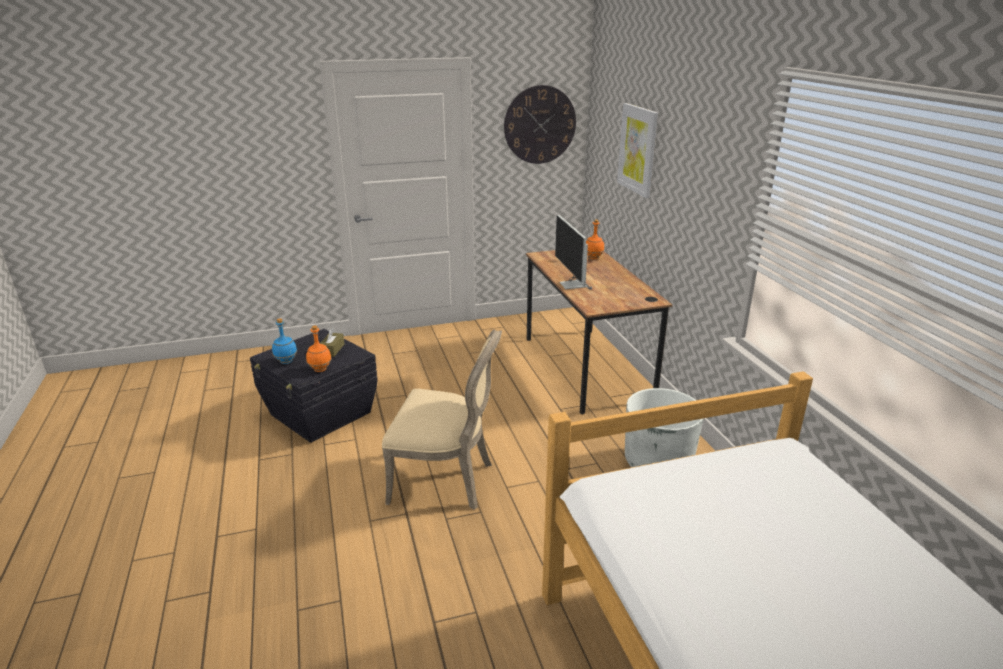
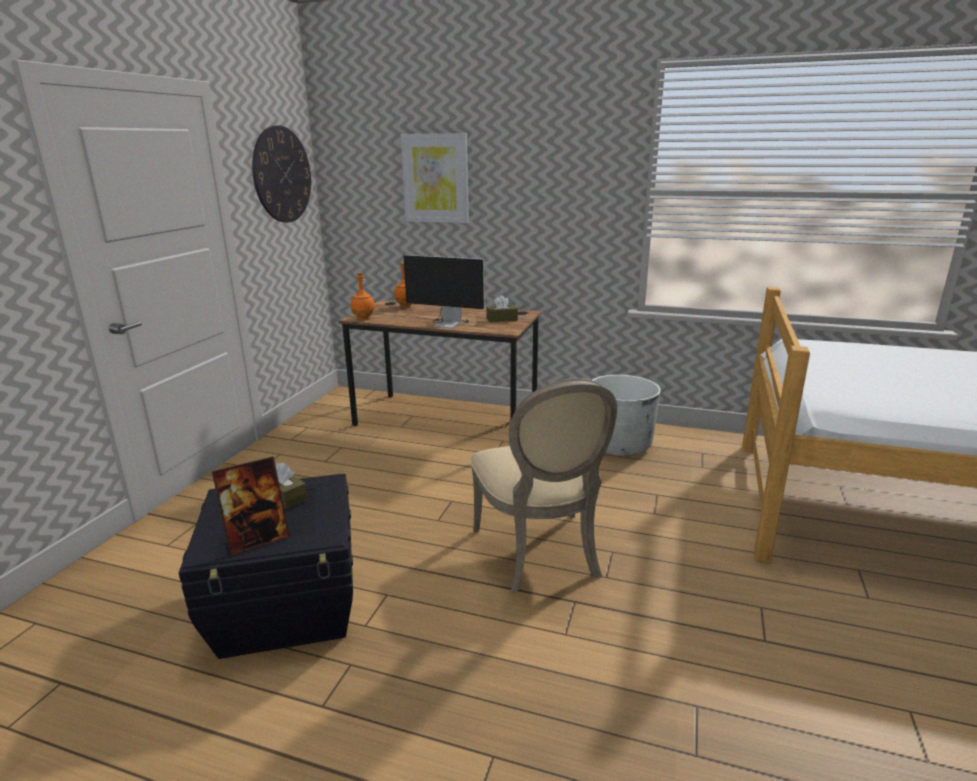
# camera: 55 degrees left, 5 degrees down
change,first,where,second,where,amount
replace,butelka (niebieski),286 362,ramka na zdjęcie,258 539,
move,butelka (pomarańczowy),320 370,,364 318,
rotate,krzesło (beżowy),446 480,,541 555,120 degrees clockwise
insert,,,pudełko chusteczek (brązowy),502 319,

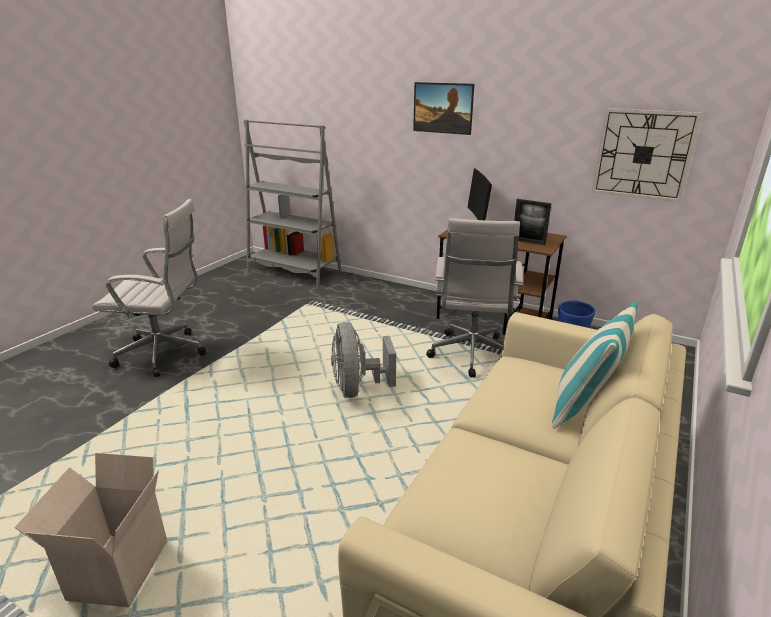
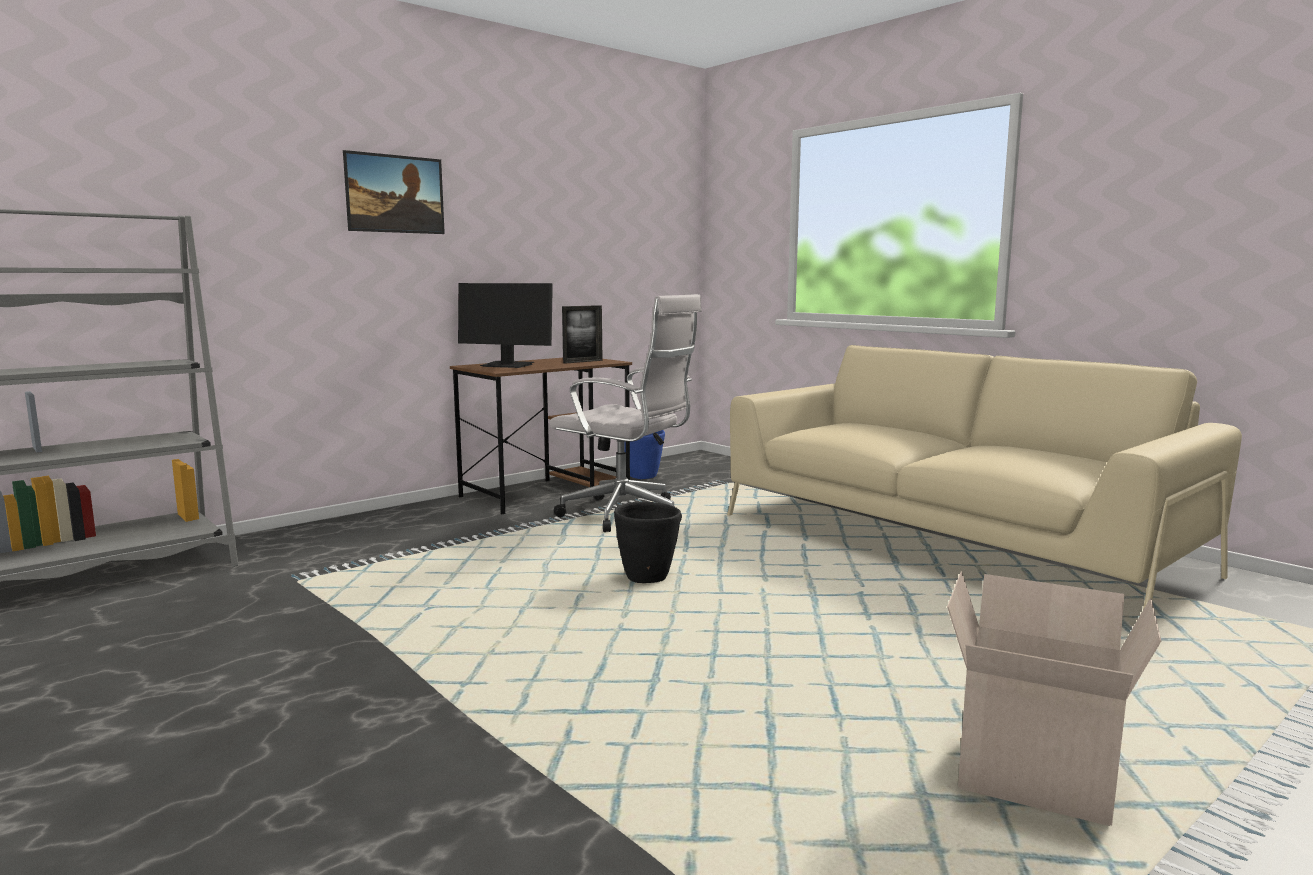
# camera: 70 degrees left, 15 degrees down
change,first,where,second,where,amount
delete,krzesło biurowe (biały),165 354,,,
replace,wentylator (szary),357 388,donica (czarny),647 578,
delete,poduszka,585 405,,,
delete,zegar ścienny,643 154,,,

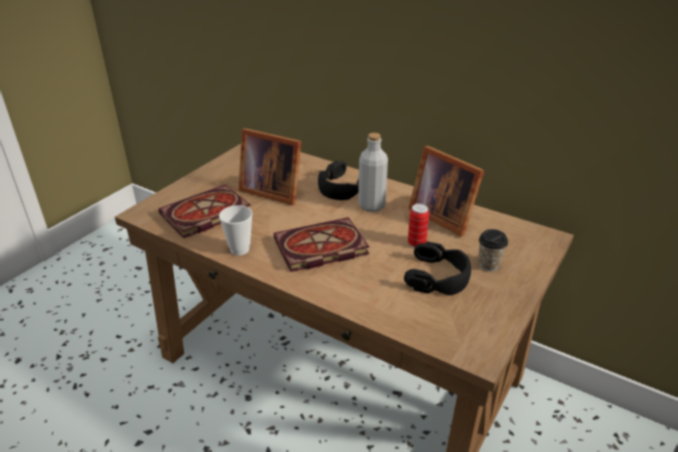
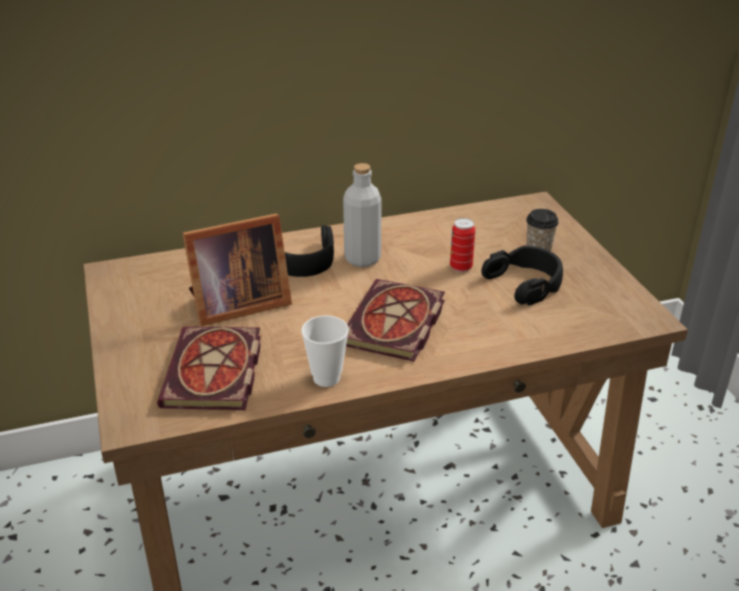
# camera: 50 degrees left, 0 degrees up
change,first,where,second,where,amount
delete,ramka na zdjęcie,442 215,,,

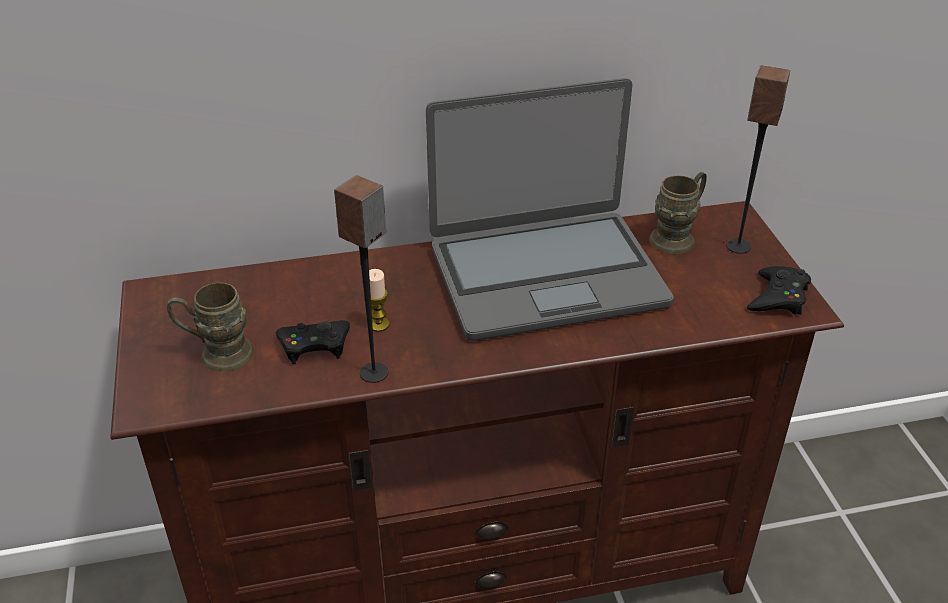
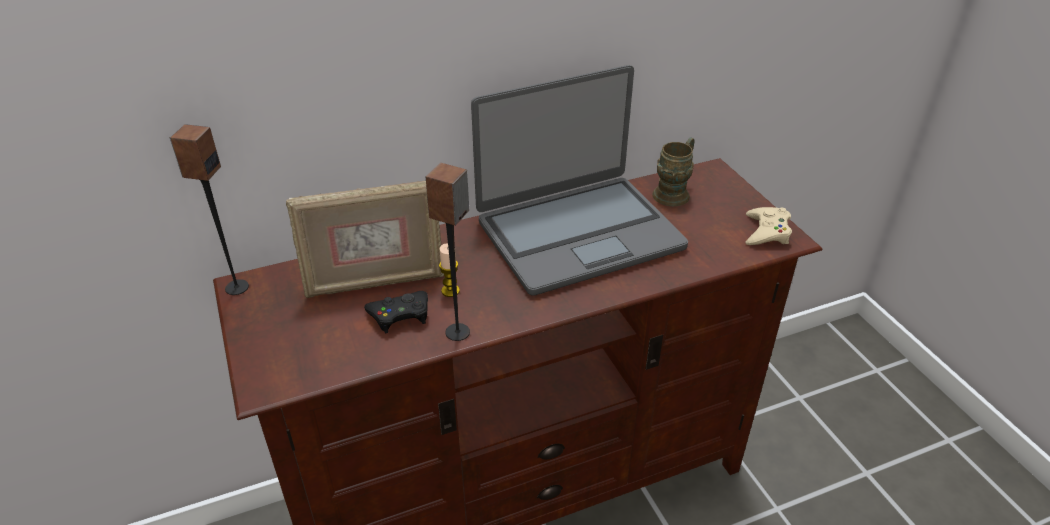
# camera: 10 degrees left, 0 degrees up
change,first,where,second,where,amount
delete,kubek (brązowy),216 354,,,
move,głośnik,737 246,,236 287,
recolor,pad do gier (czarny),778 297,pad do gier (beżowy),766 232,
insert,,,ramka na zdjęcie,375 282,

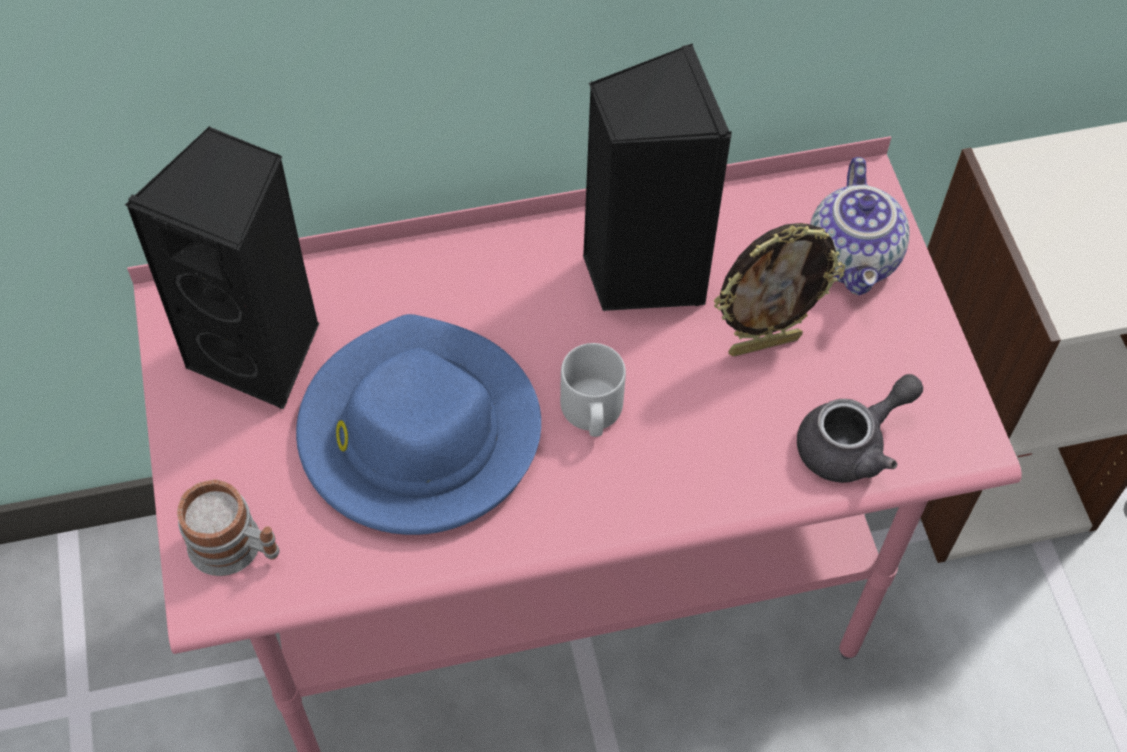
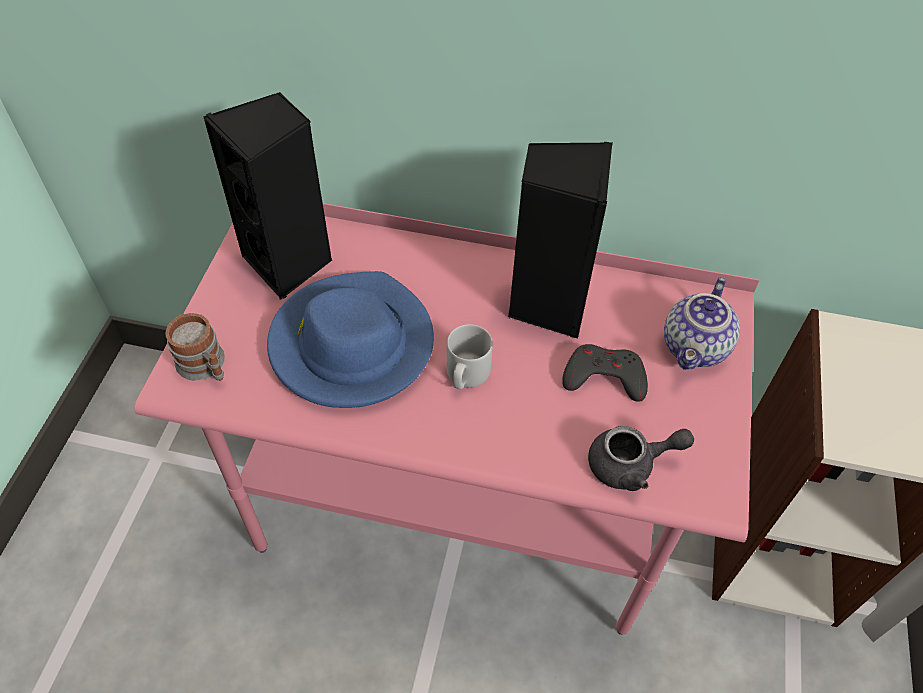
# camera: 25 degrees right, 5 degrees down
change,first,where,second,where,amount
replace,ramka na zdjęcie,764 343,pad do gier (szary),604 377,

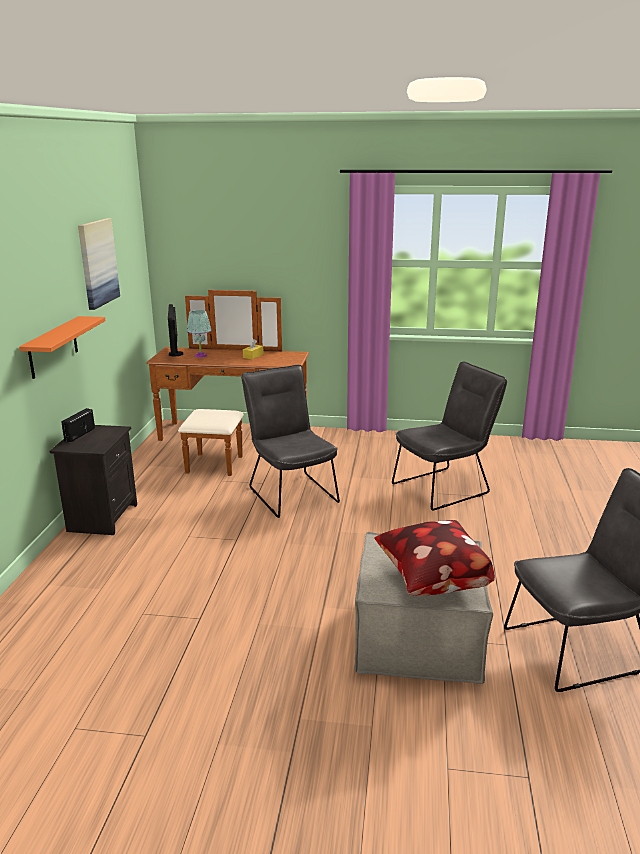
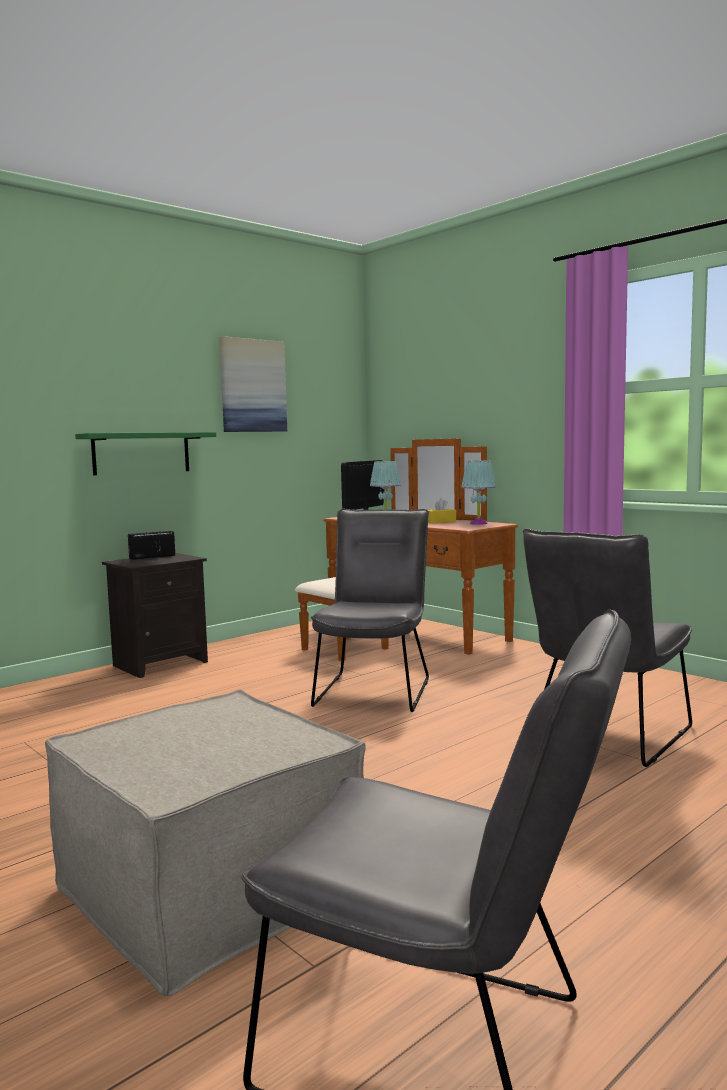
# camera: 40 degrees right, 15 degrees down
change,first,where,second,where,amount
recolor,półka (pomarańczowy),53 347,półka (zielony),141 453,
delete,poduszka,431 583,,,
rotate,krzesło (szary),445 487,,606 737,120 degrees clockwise
insert,,,lampa stołowa (turkusowy),478 523,

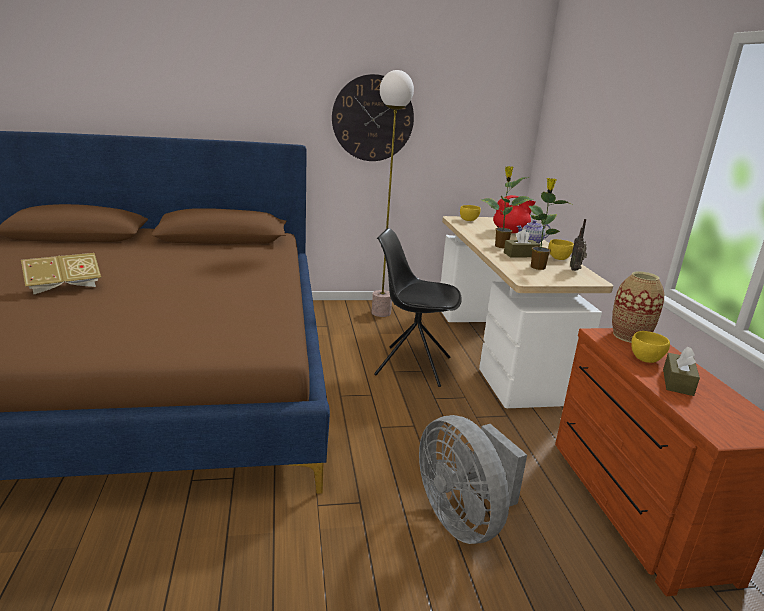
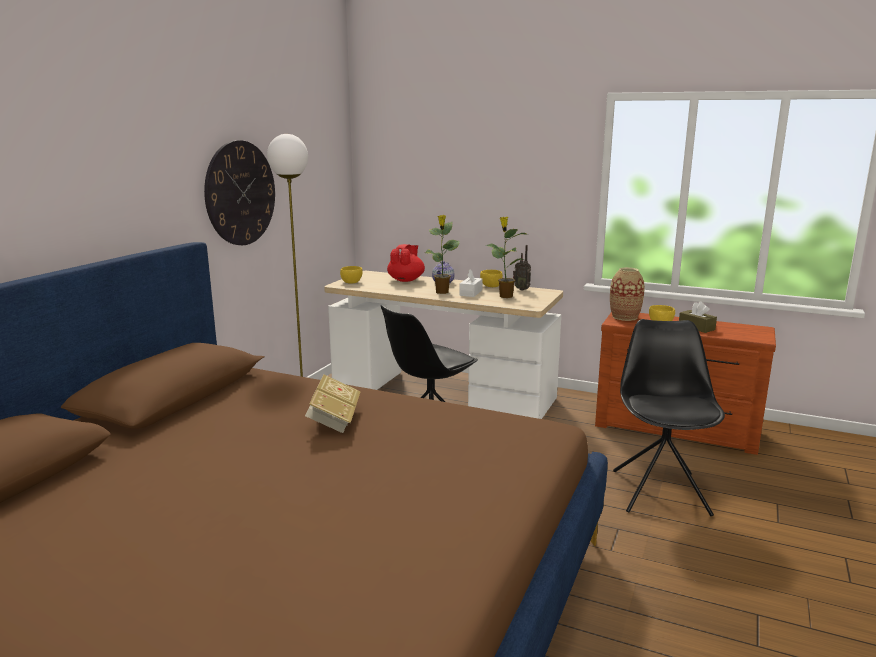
# camera: 55 degrees left, 5 degrees down
change,first,where,second,where,amount
move,książka,64 287,,334 419,
replace,wentylator (szary),463 518,krzesło (czarny),660 491,
recolor,pudełko chusteczek (brązowy),520 255,pudełko chusteczek (biały),471 293,

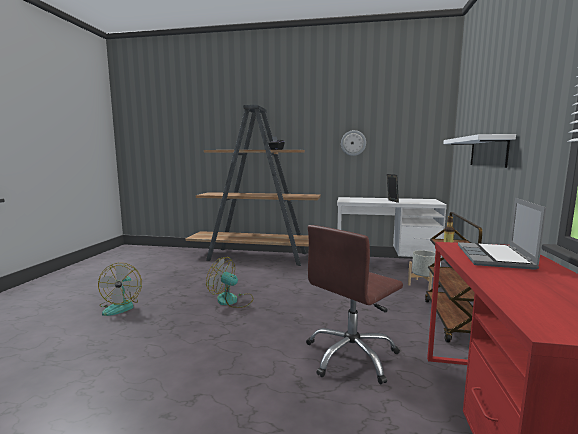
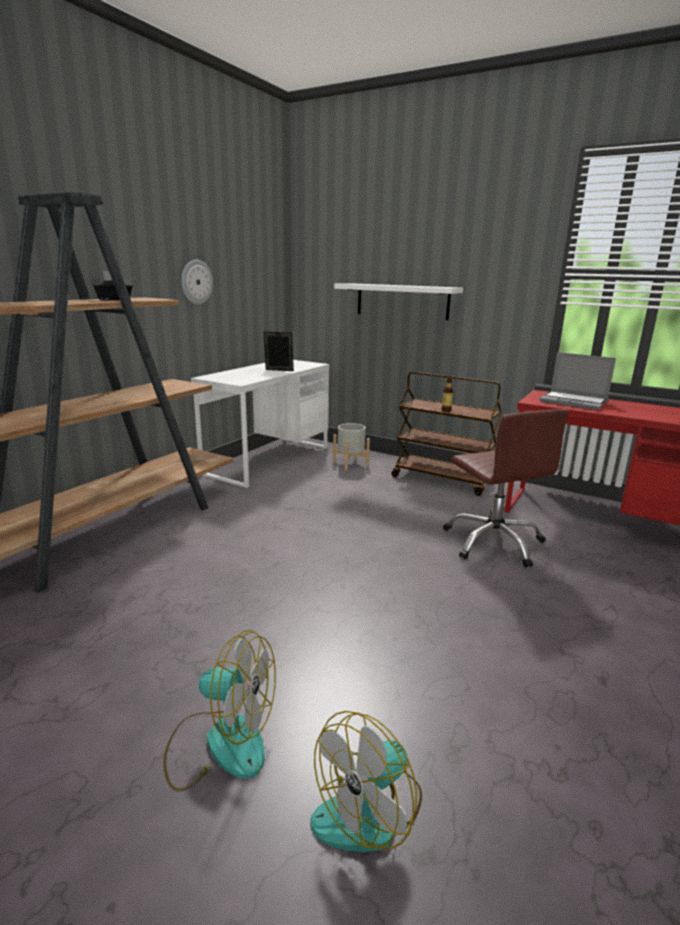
# camera: 70 degrees left, 10 degrees up
change,first,where,second,where,amount
move,wentylator,232 301,,369 810,

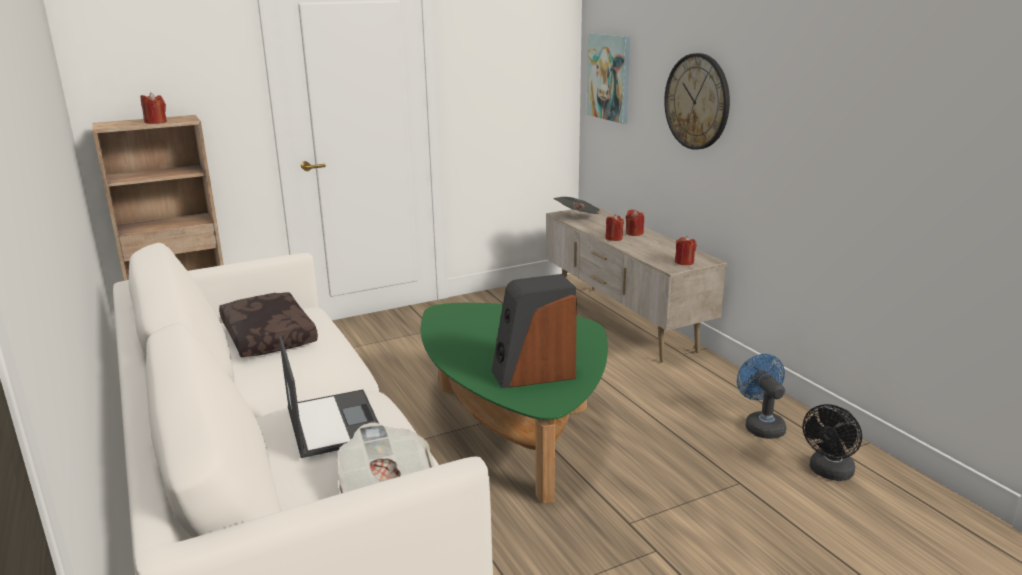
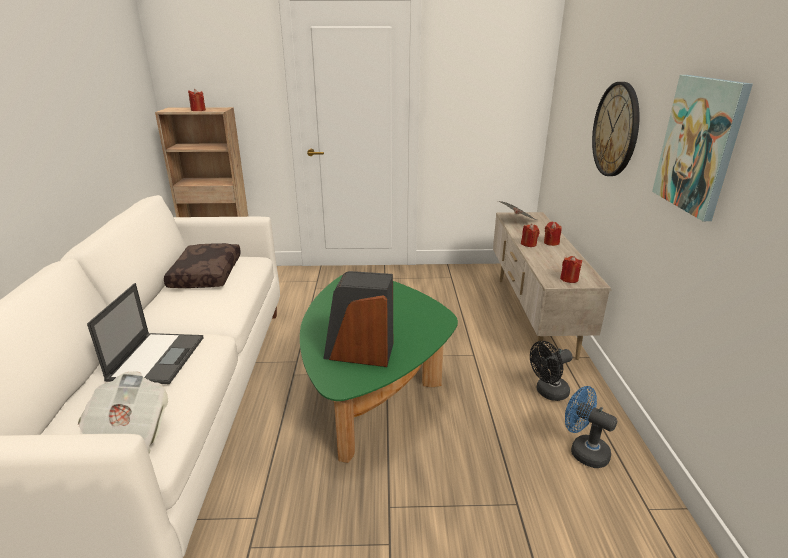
# camera: 25 degrees right, 5 degrees up
change,first,where,second,where,amount
move,obraz,609 77,,699 145,
rotate,wentylator (niebieski),761 425,,583 451,60 degrees counterclockwise
move,wentylator (czarny),829 473,,548 393,

